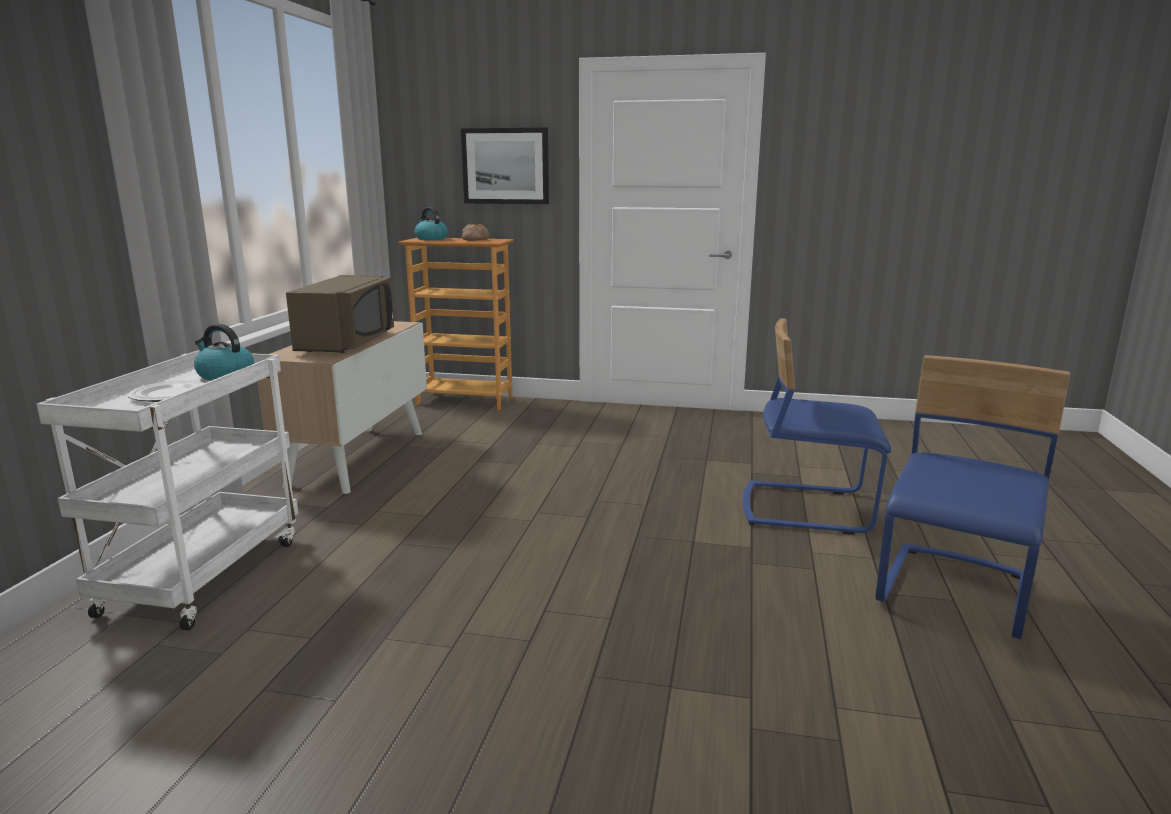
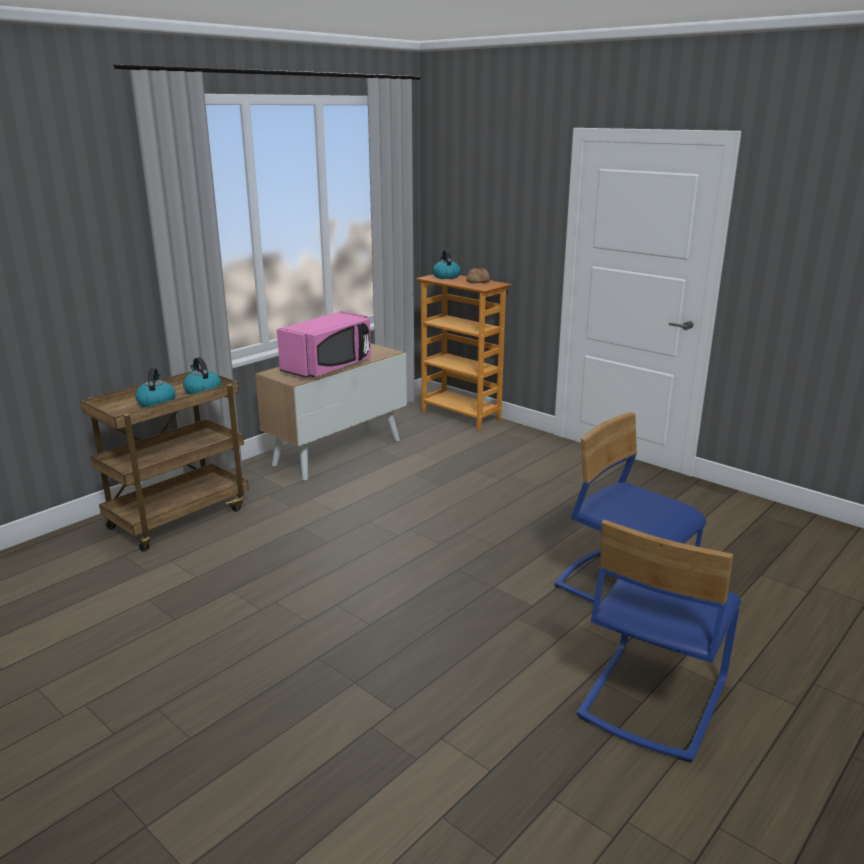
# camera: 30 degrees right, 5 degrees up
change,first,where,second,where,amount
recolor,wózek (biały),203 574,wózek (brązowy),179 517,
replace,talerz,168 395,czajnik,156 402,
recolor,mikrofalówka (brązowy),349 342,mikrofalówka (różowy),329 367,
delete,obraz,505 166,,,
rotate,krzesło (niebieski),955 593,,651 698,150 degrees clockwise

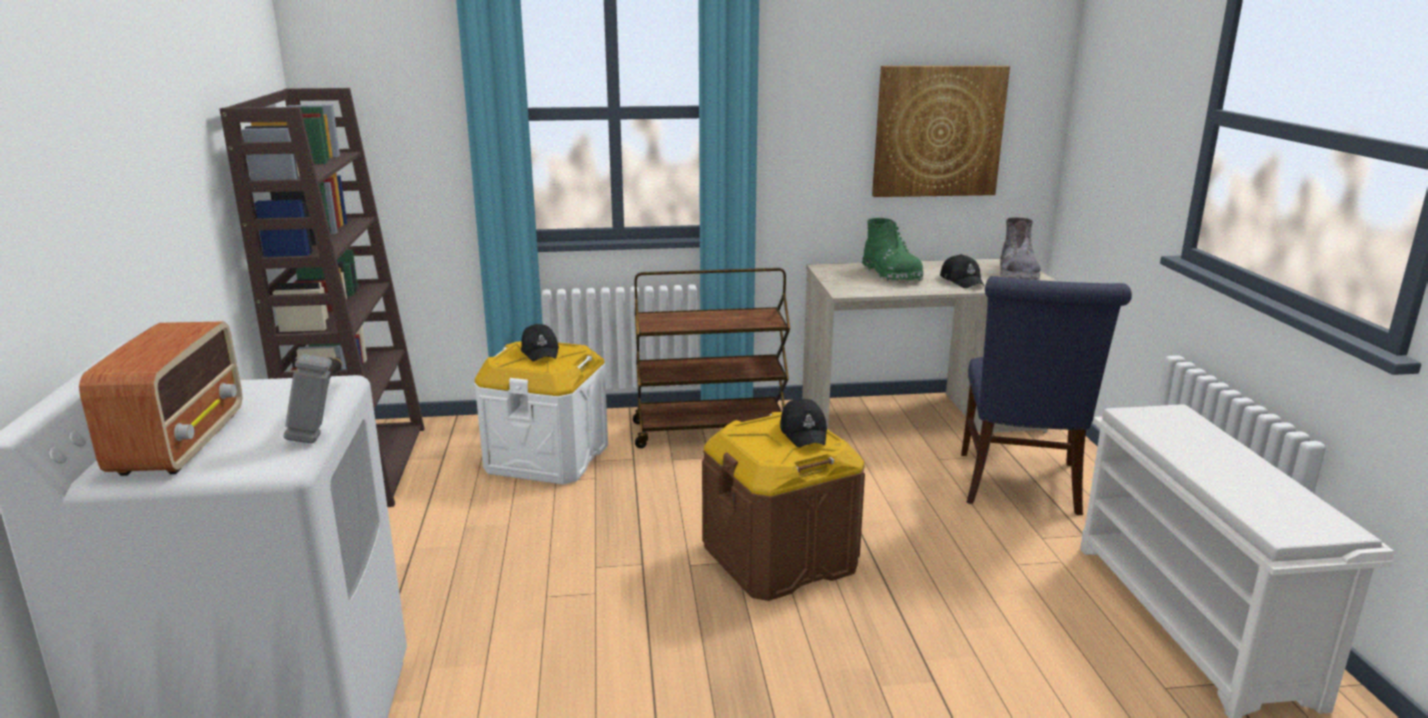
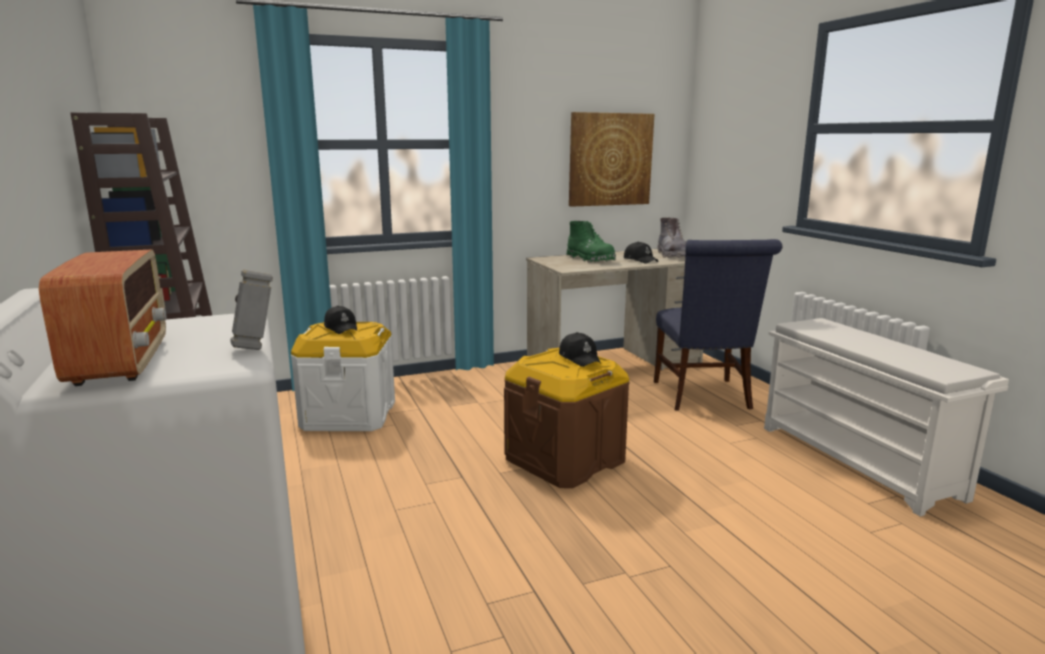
# camera: 15 degrees left, 5 degrees down
change,first,where,second,where,amount
delete,wózek (brązowy),710 431,,,

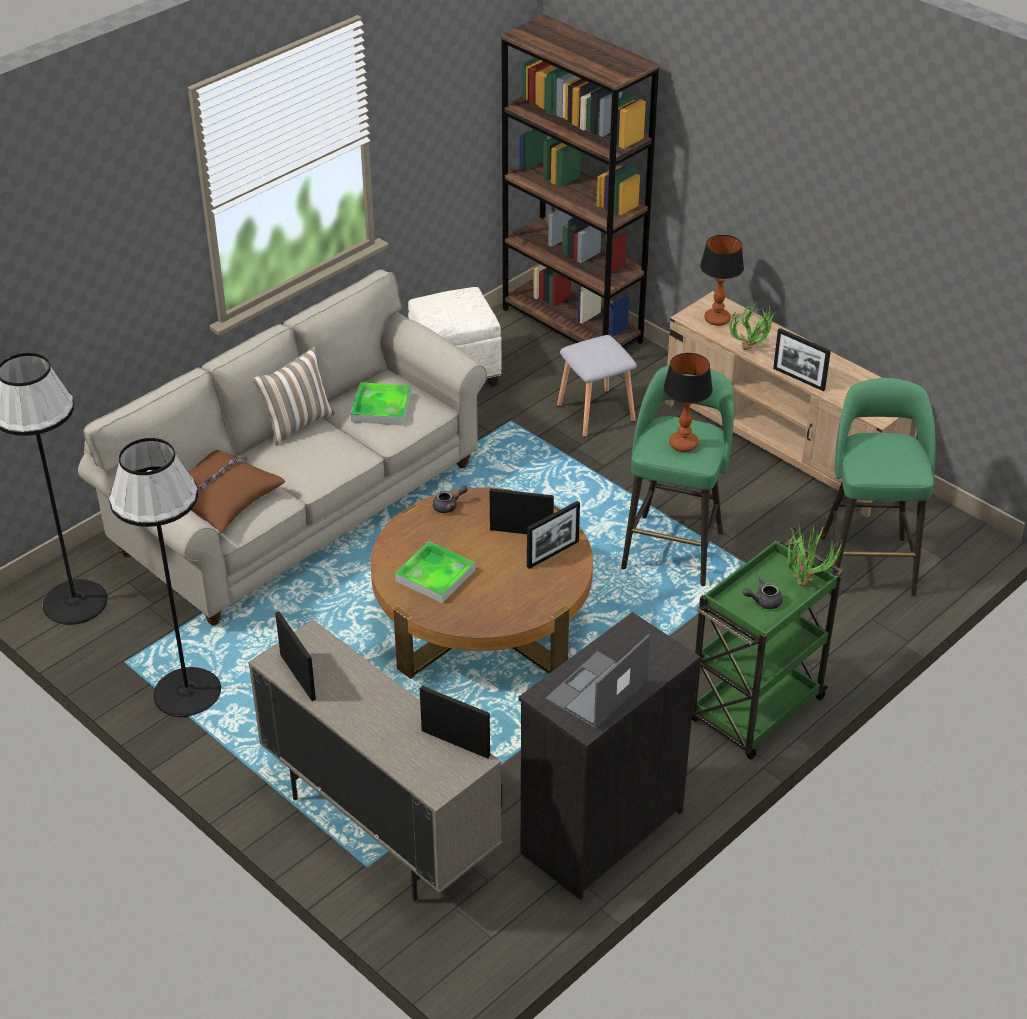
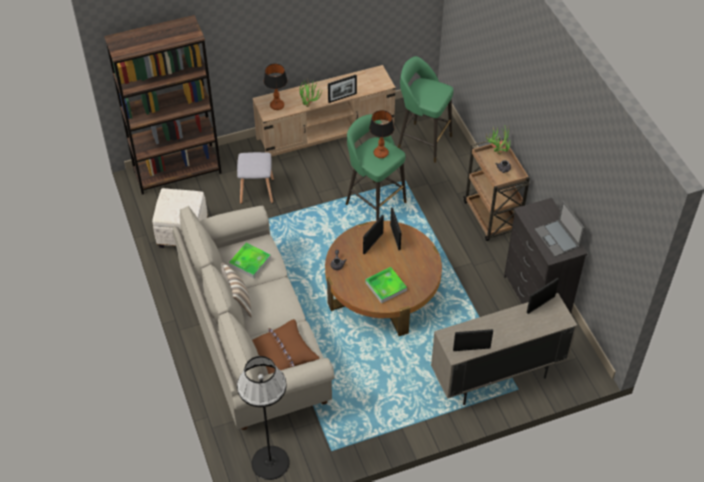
# camera: 65 degrees left, 10 degrees up
change,first,where,second,where,amount
delete,lampa stojąca (czarny),187 692,,,
recolor,wózek (zielony),755 711,wózek (brązowy),492 218,

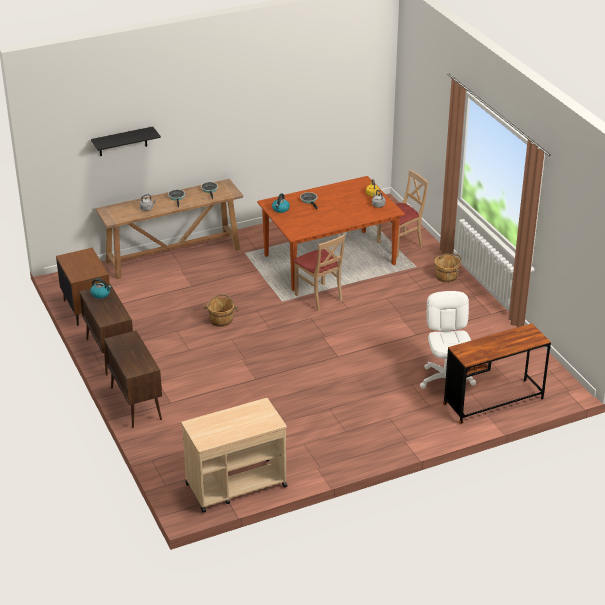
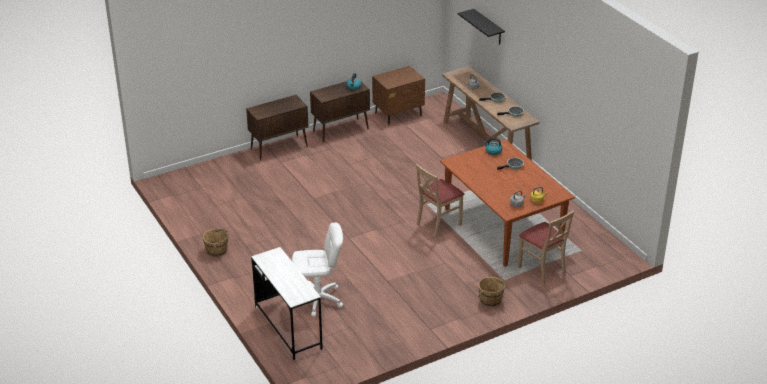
# camera: 85 degrees right, 0 degrees up
change,first,where,second,where,amount
delete,wózek (beżowy),235 485,,,
move,wiadro (brązowy),221 320,,217 250,
recolor,biurko (brązowy),493 402,biurko (biały),288 328,

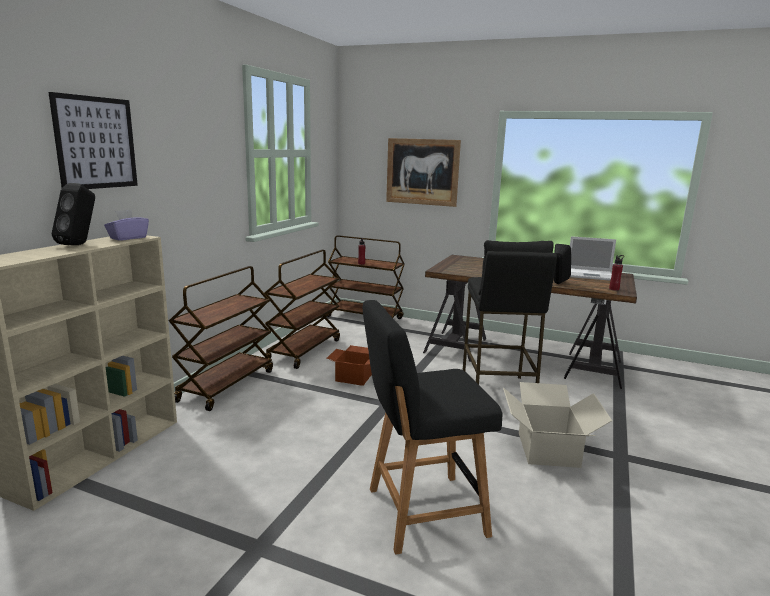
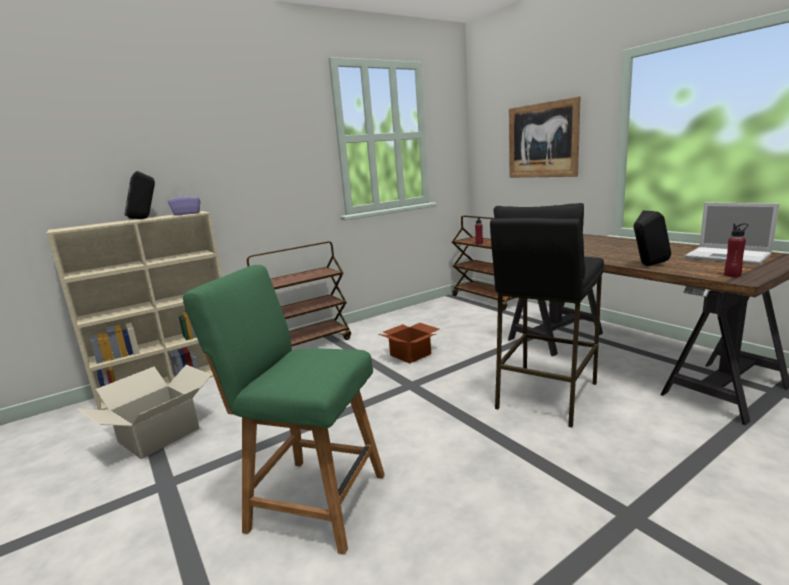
# camera: 35 degrees right, 0 degrees up
change,first,where,second,where,amount
delete,obraz,96 143,,,
delete,wózek (brązowy),304 350,,,
recolor,krzesło (czarny),420 512,krzesło (zielony),311 500,
move,karton,548 449,,159 435,

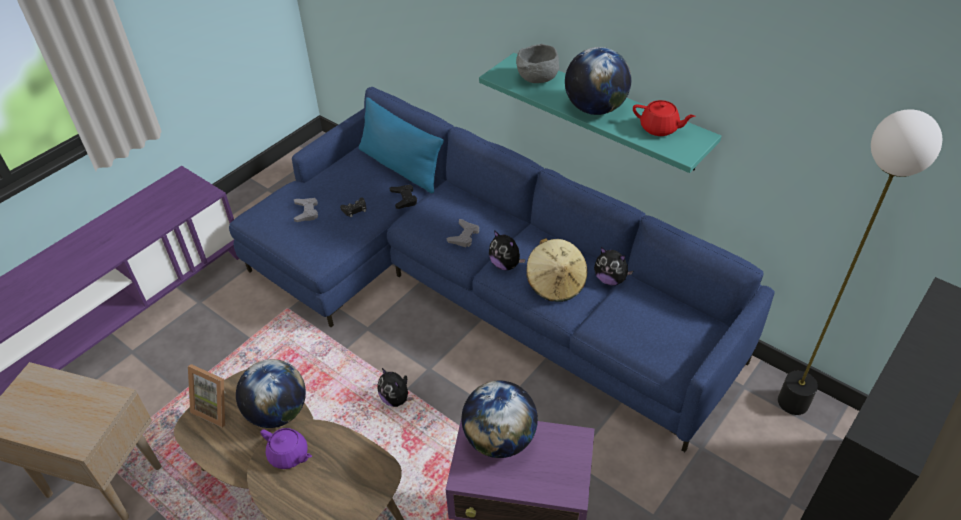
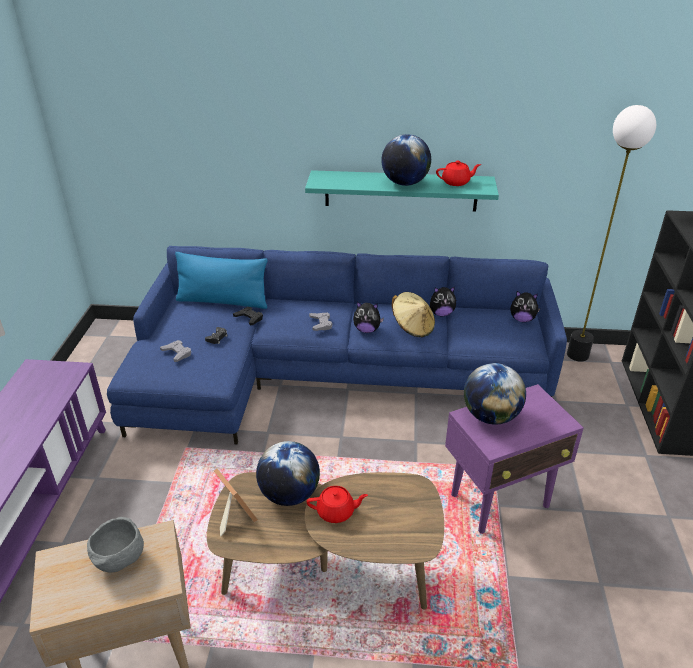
# camera: 35 degrees left, 10 degrees down
change,first,where,second,where,amount
rotate,ramka na zdjęcie,217 407,,233 516,120 degrees counterclockwise
recolor,imbryk (fioletowy),289 455,imbryk (czerwony),336 512,
move,pluszak,396 399,,522 319,
move,miska (szary),537 80,,120 561,

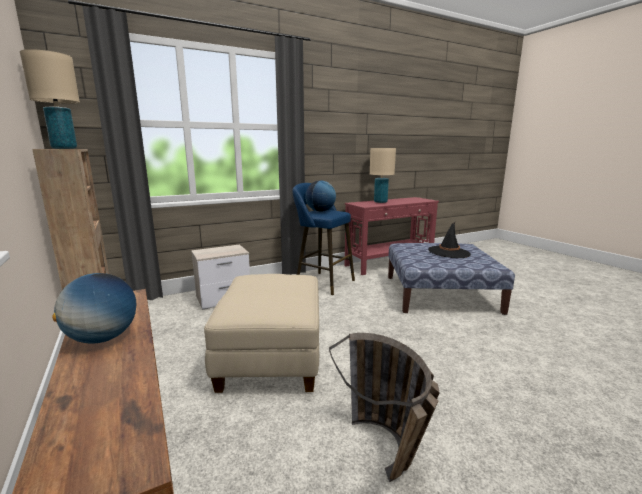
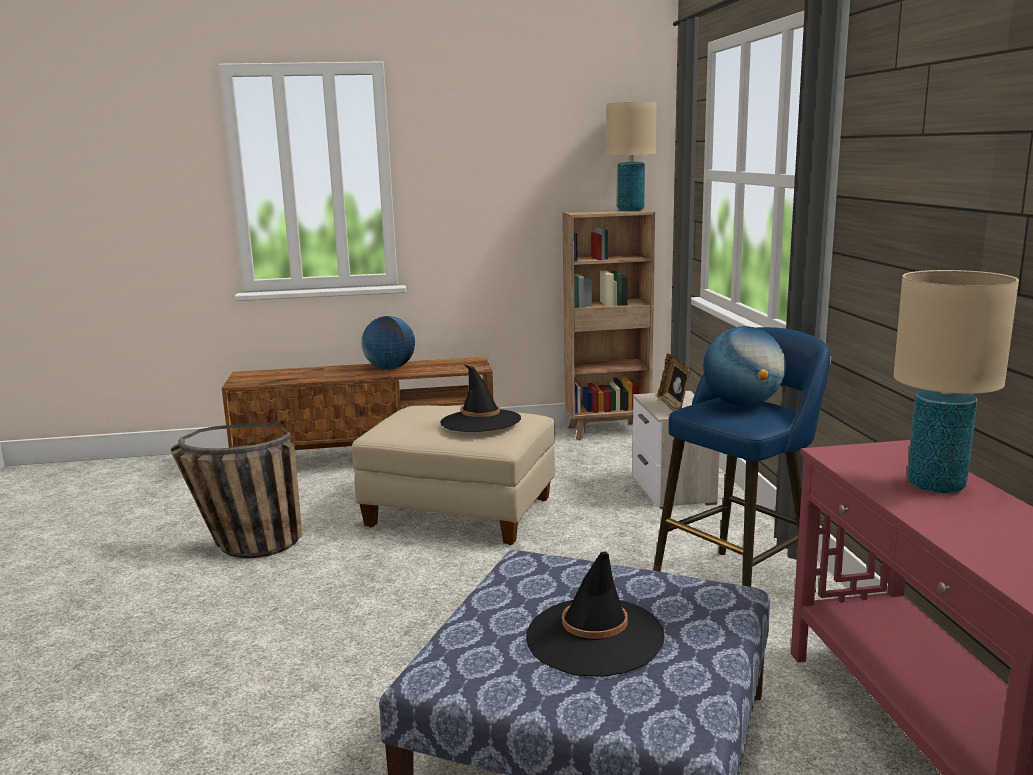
# camera: 110 degrees right, 0 degrees up
change,first,where,second,where,amount
insert,,,kapelusz (czarny),480 421,
insert,,,ramka na zdjęcie,673 406,

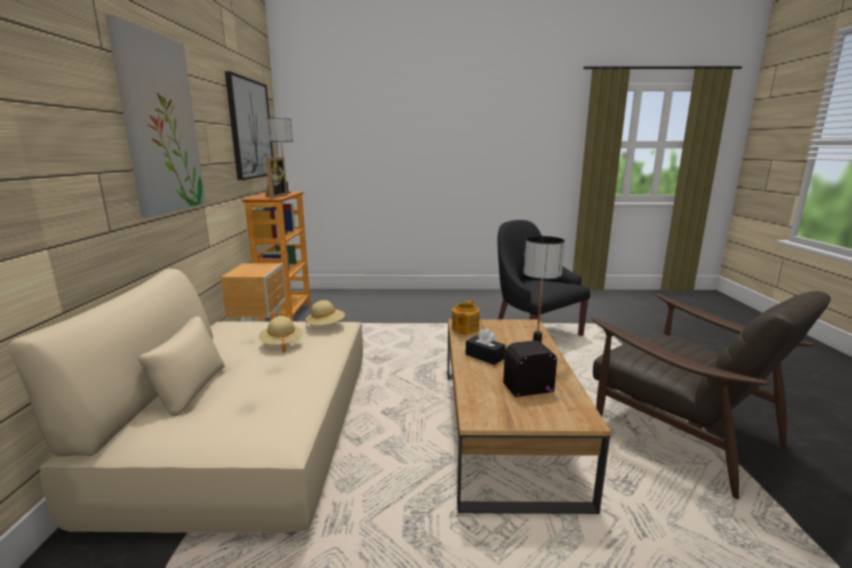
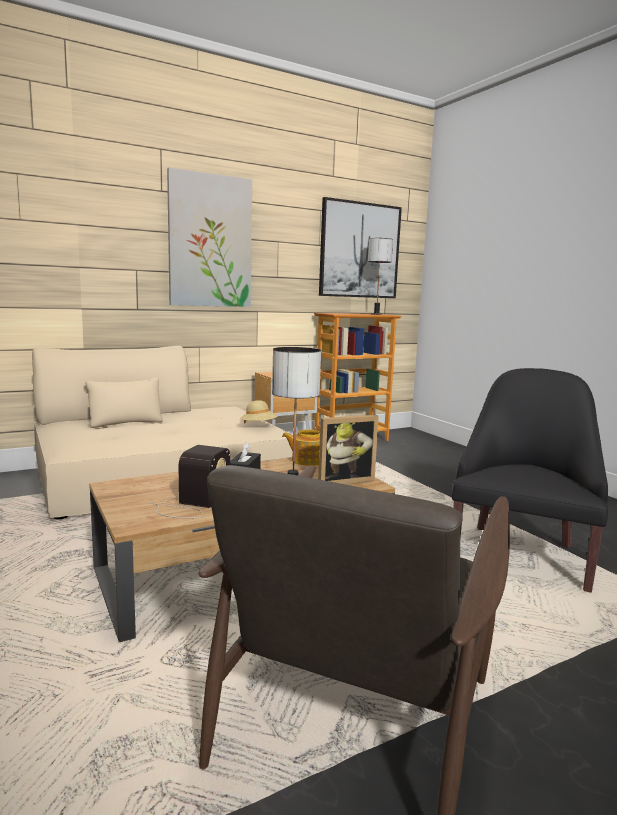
# camera: 60 degrees right, 5 degrees down
change,first,where,second,where,amount
delete,kapelusz (beżowy),282 344,,,
move,ramka na zdjęcie,275 196,,343 480,
rotate,radio,544 387,,193 503,60 degrees clockwise

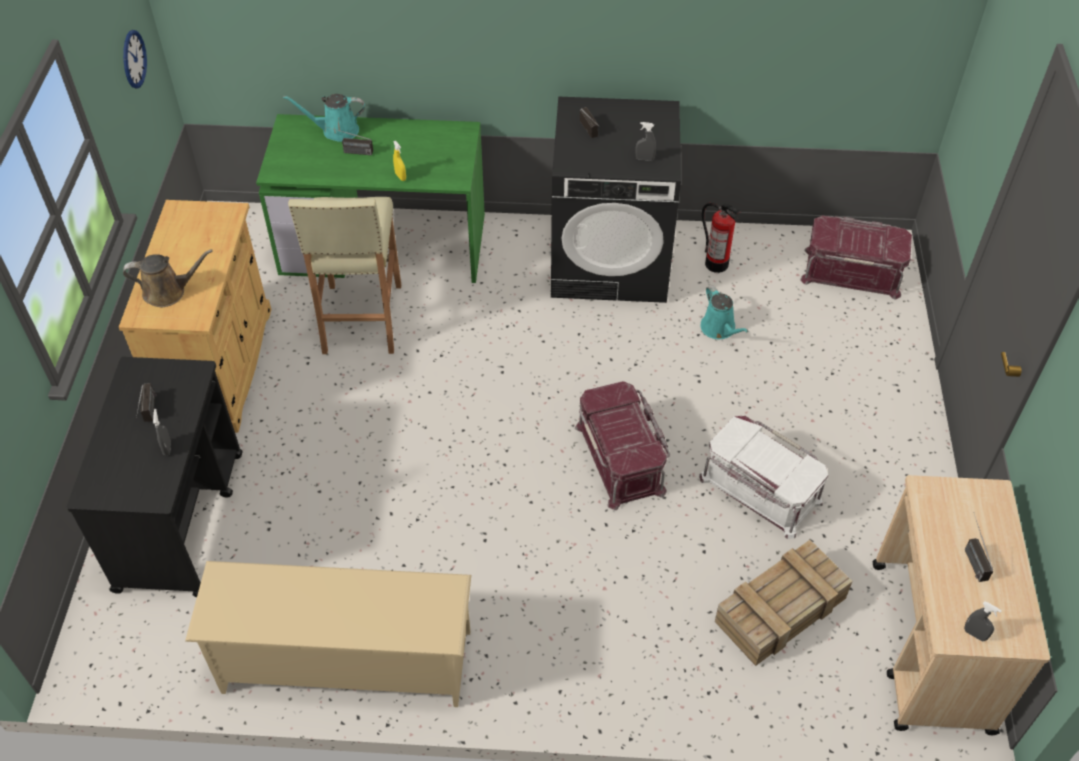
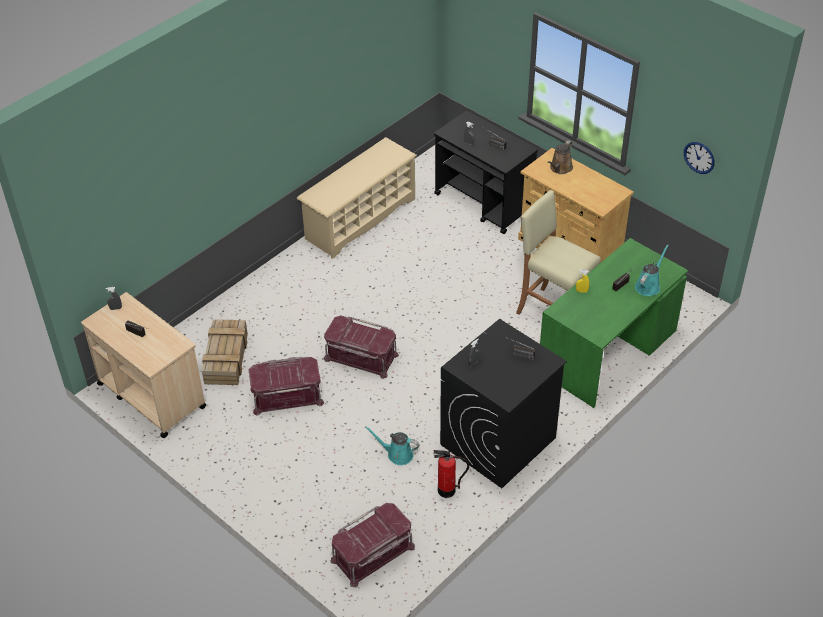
# camera: 130 degrees right, 5 degrees down
change,first,where,second,where,amount
recolor,pojemnik do przechowywania (biały),759 490,pojemnik do przechowywania (czerwony),287 395,

